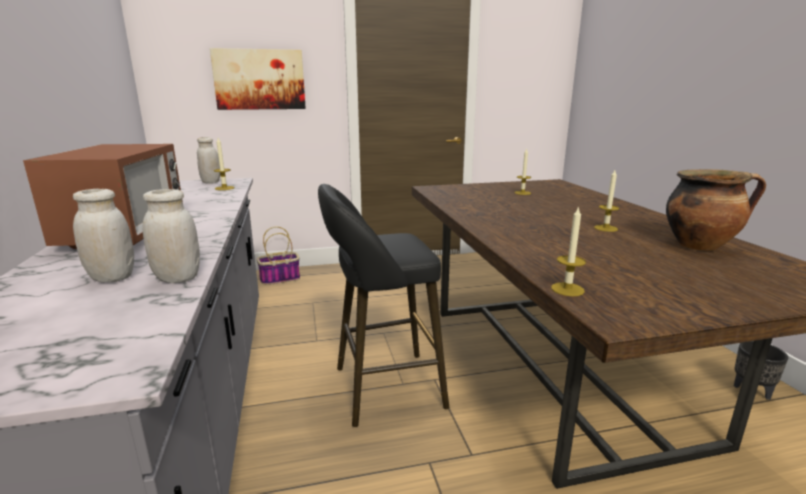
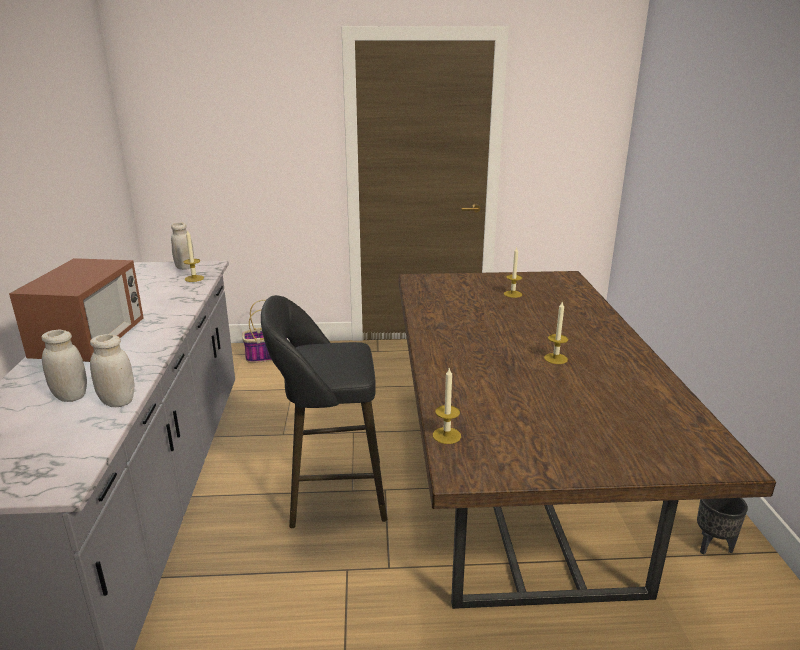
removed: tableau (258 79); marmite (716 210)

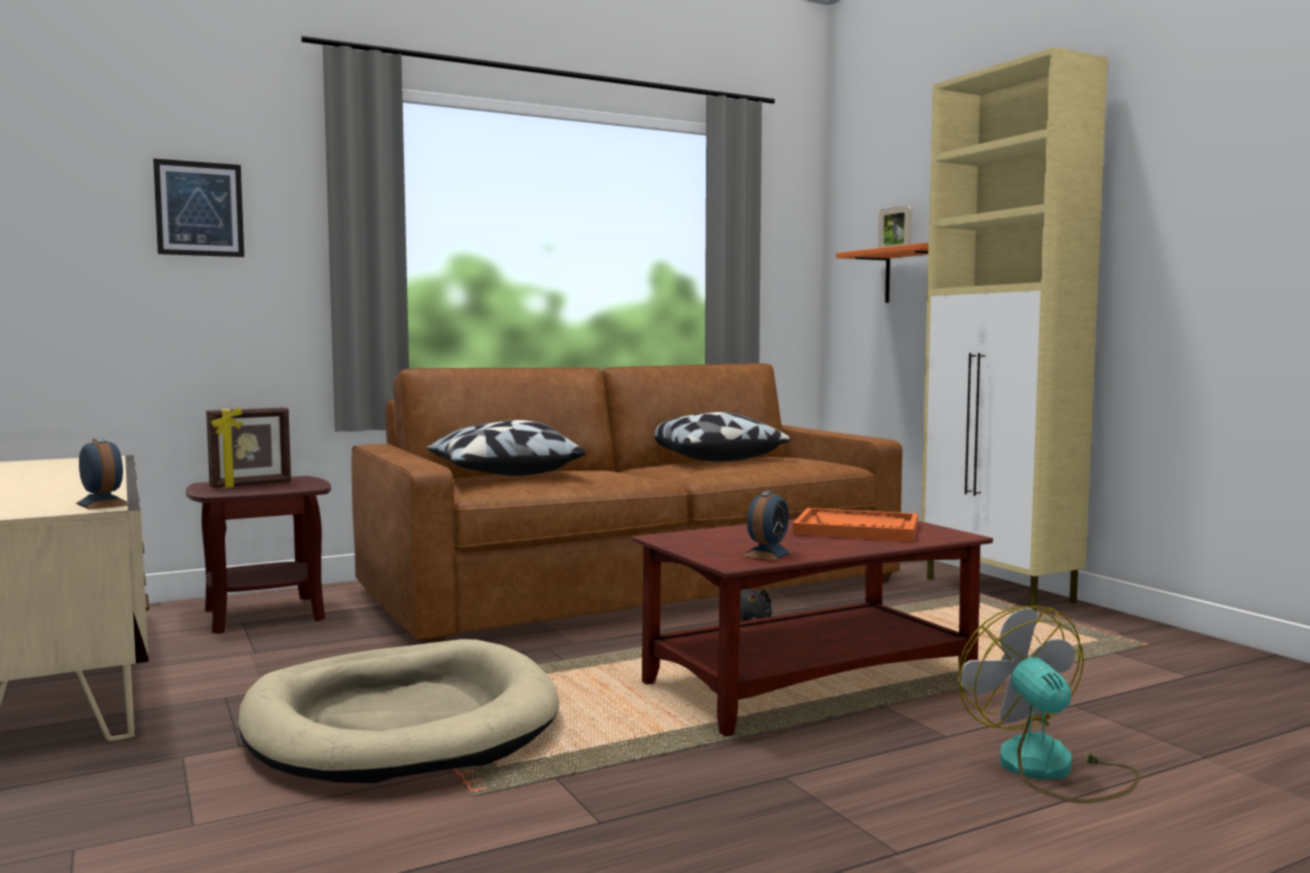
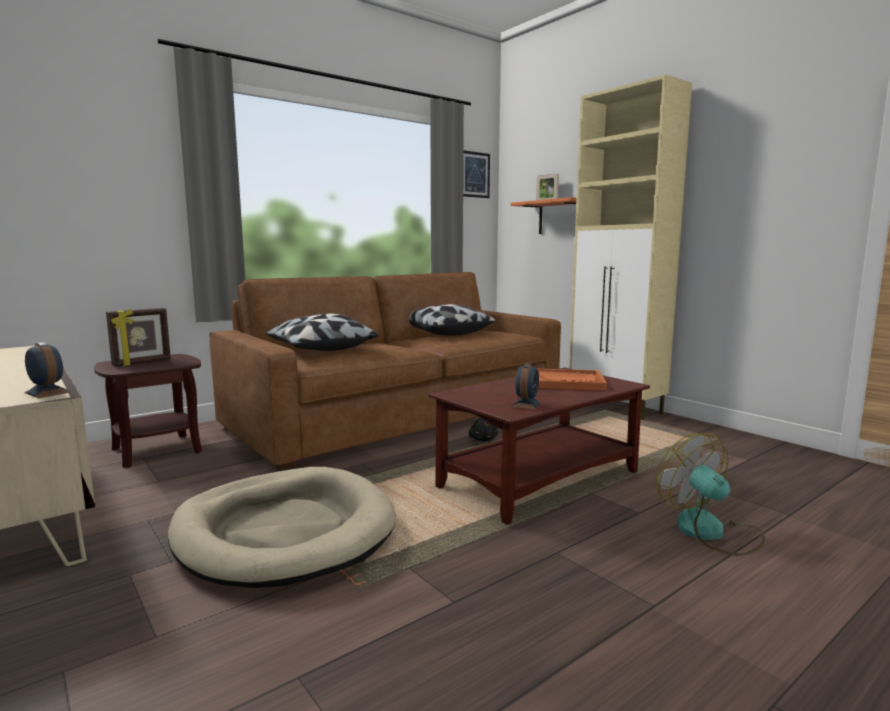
moved: tableau (198 207) to (476 174)

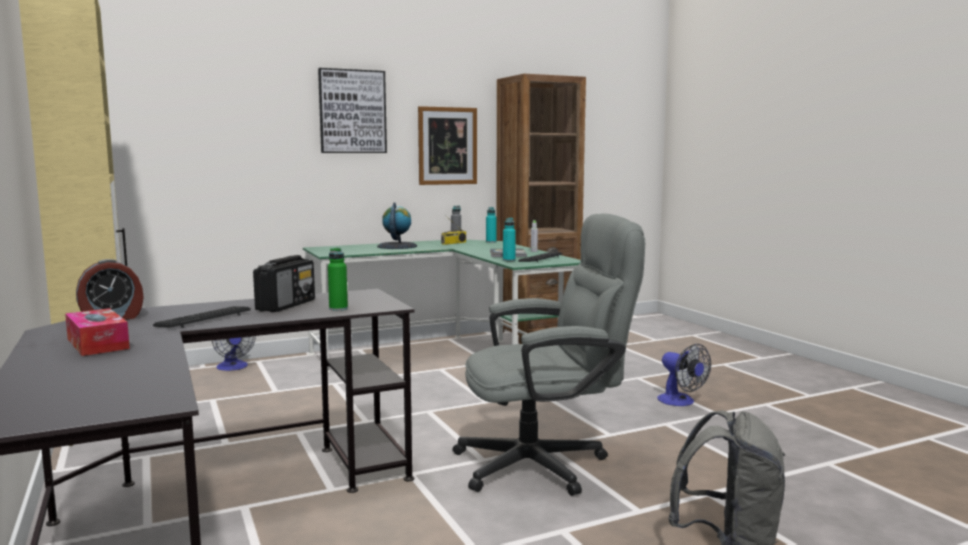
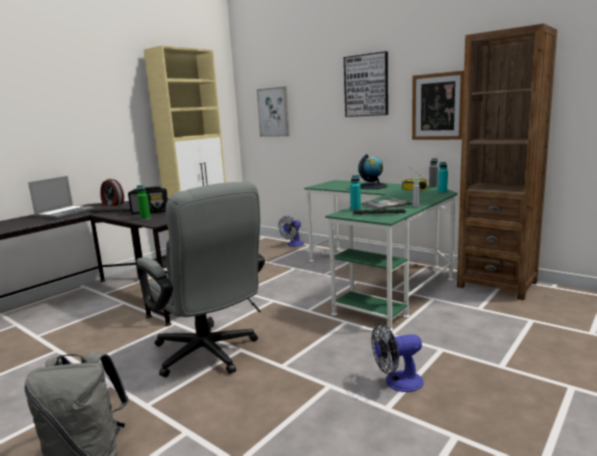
added: tableau (273 111)
replaced: boîte à mouchoirs (97 332) to ordinateur portable (61 197)
turned: ventilateur (684 375) = (398 357) 45 degrees clockwise

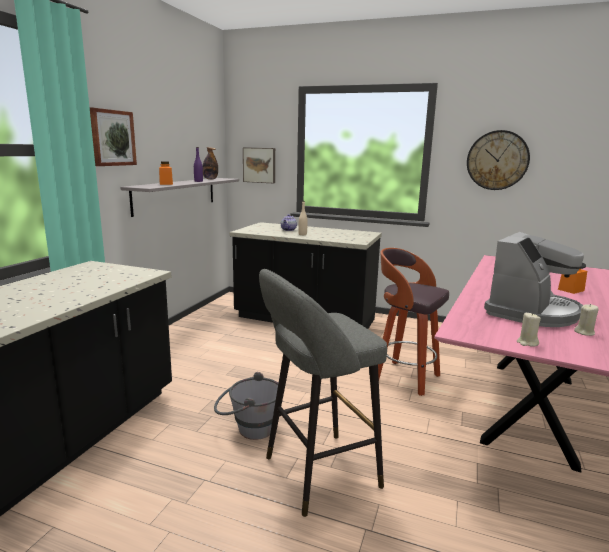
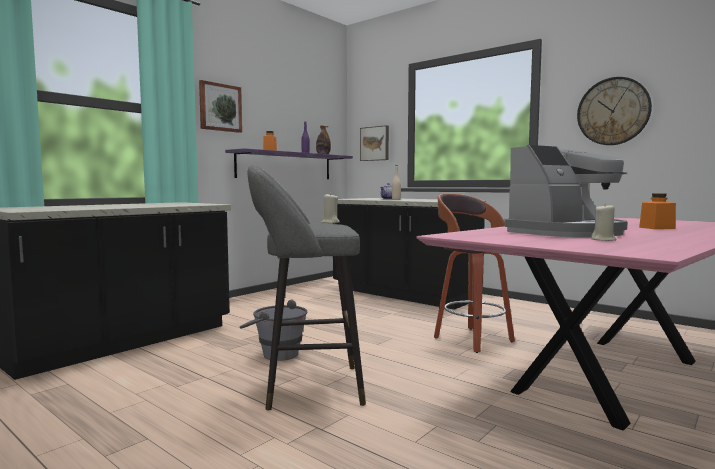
moved: bougie [beige] (529 329) to (330 208)
recoloured: étagère [gris] (179 197) to étagère [violet] (289 163)

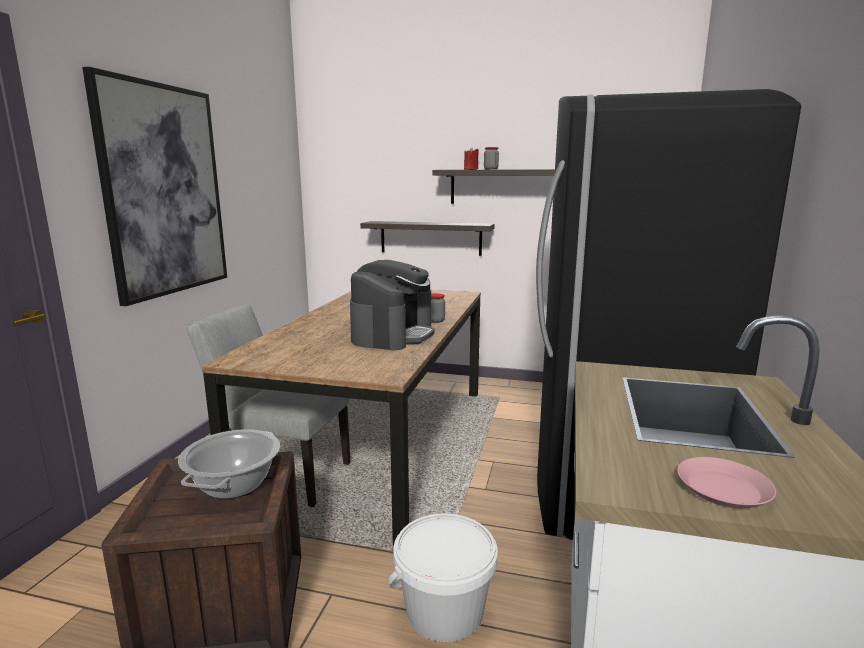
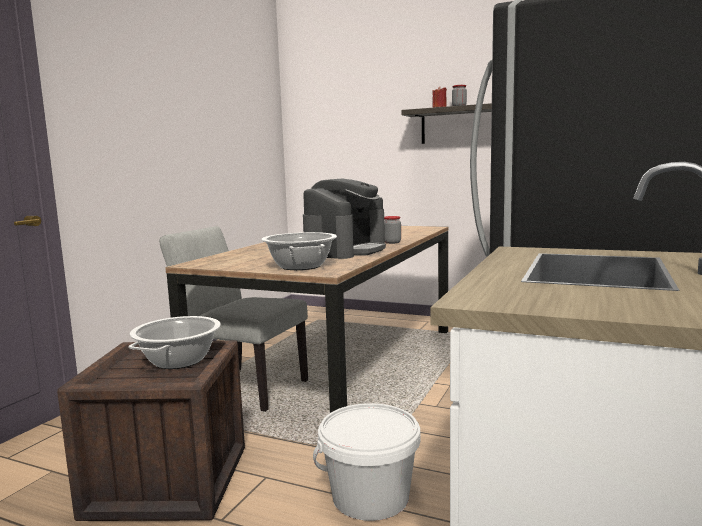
removed: tableau (154 186); étagère (427 238); assiette [rose] (726 482)
added: marmite (299 251)

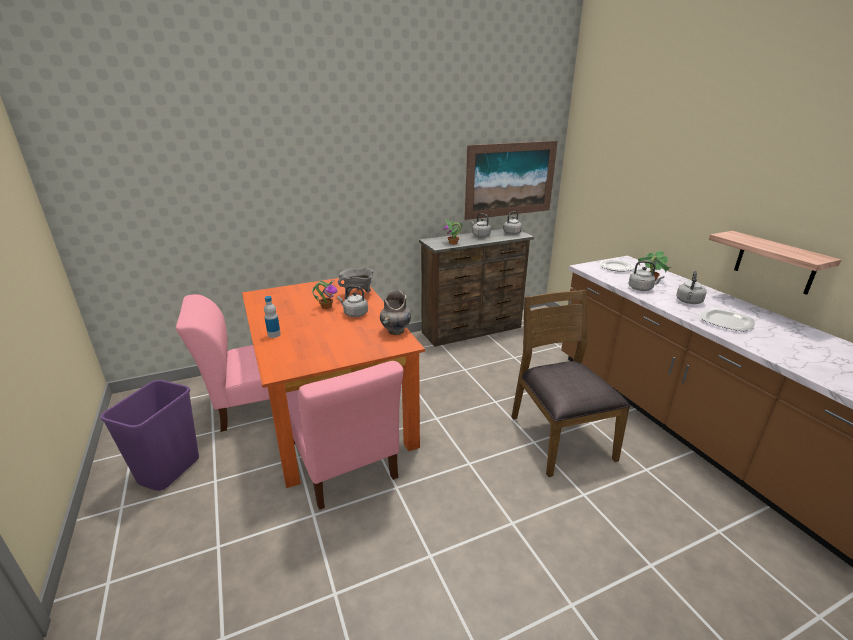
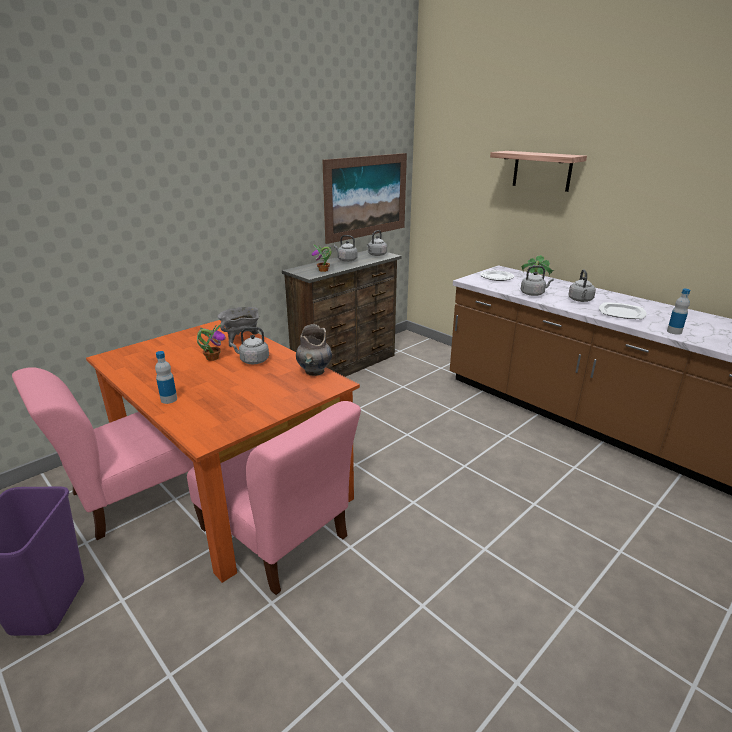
removed: chaise [marron] (570 383)
added: bouteille (678 312)
moved: étagère (775 263) to (538 171)

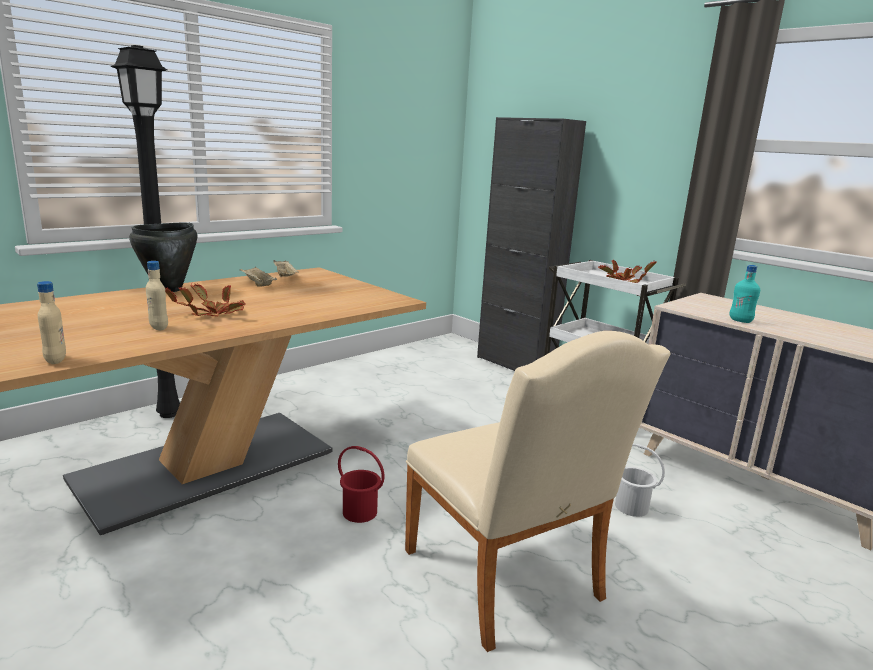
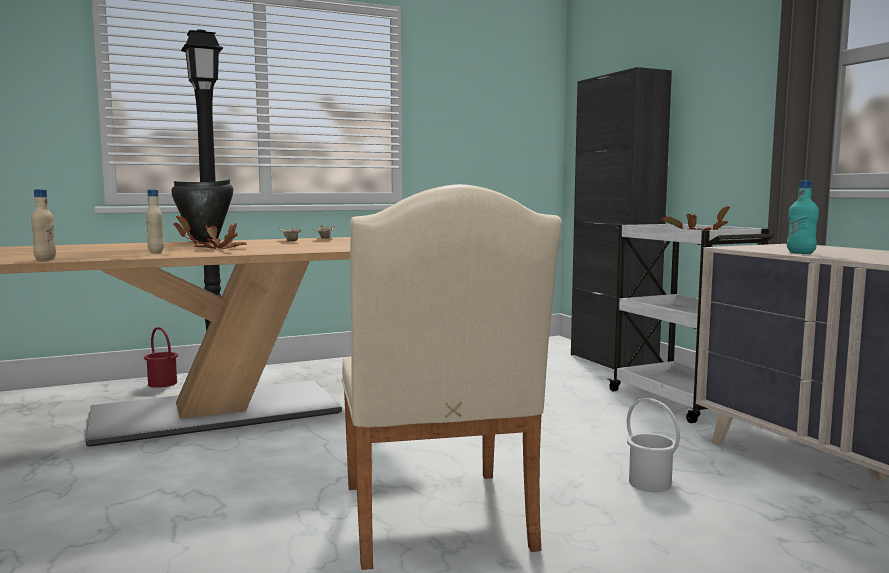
moved: seau [rouge] (361 484) to (161 357)

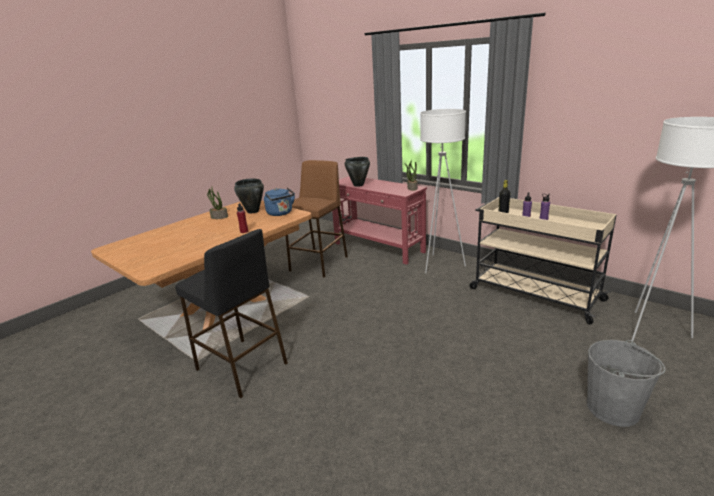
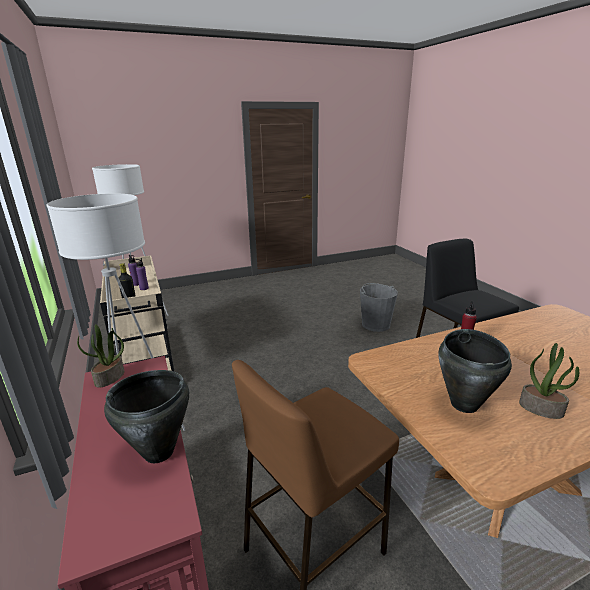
removed: bouilloire [bleu] (279 201)
moved: seau [gris] (626 383) to (379 307)

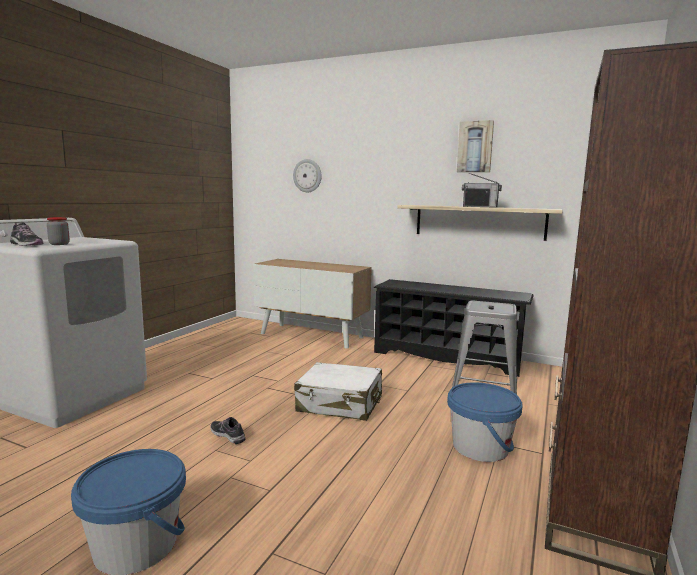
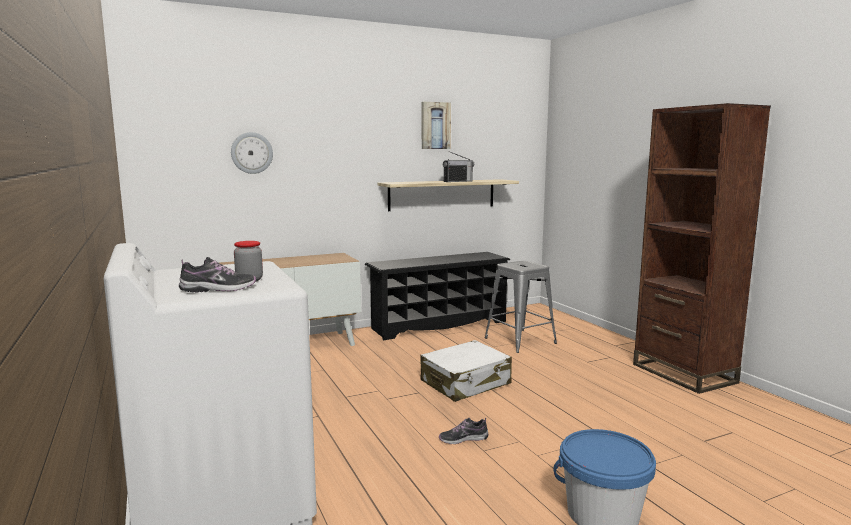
removed: seau [bleu] (485 422)

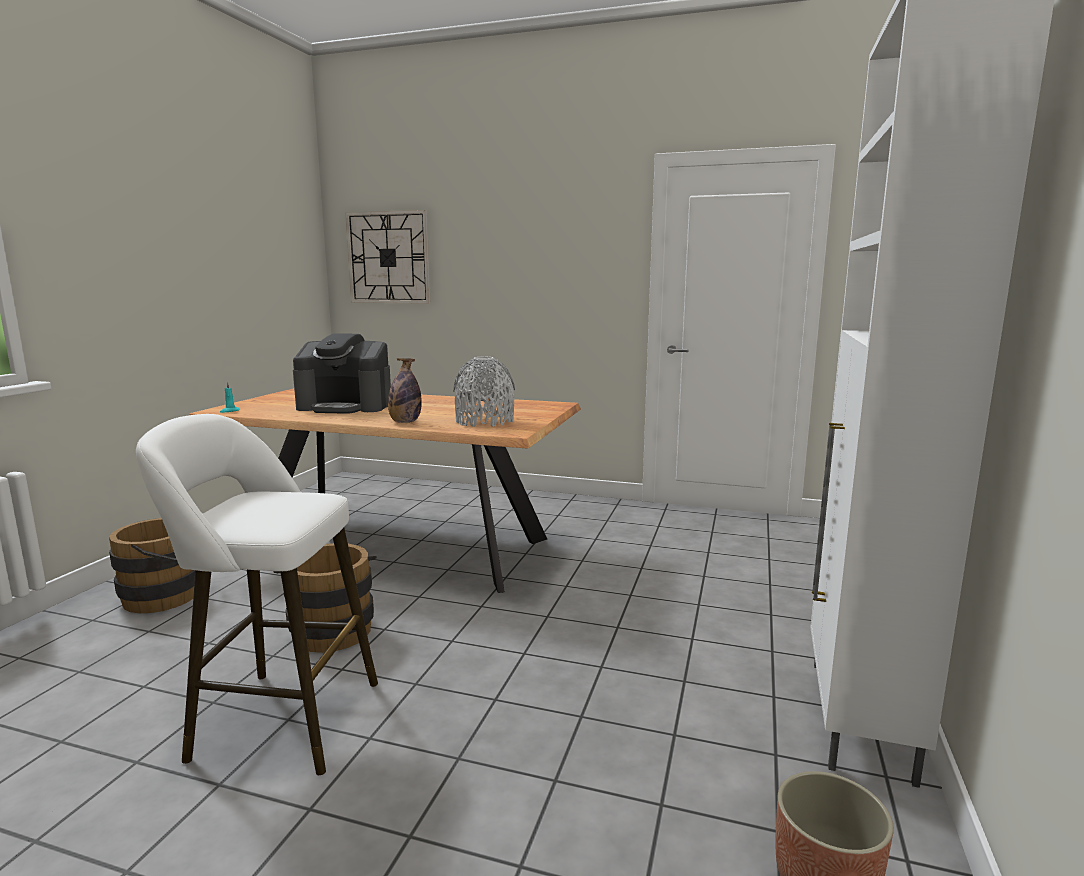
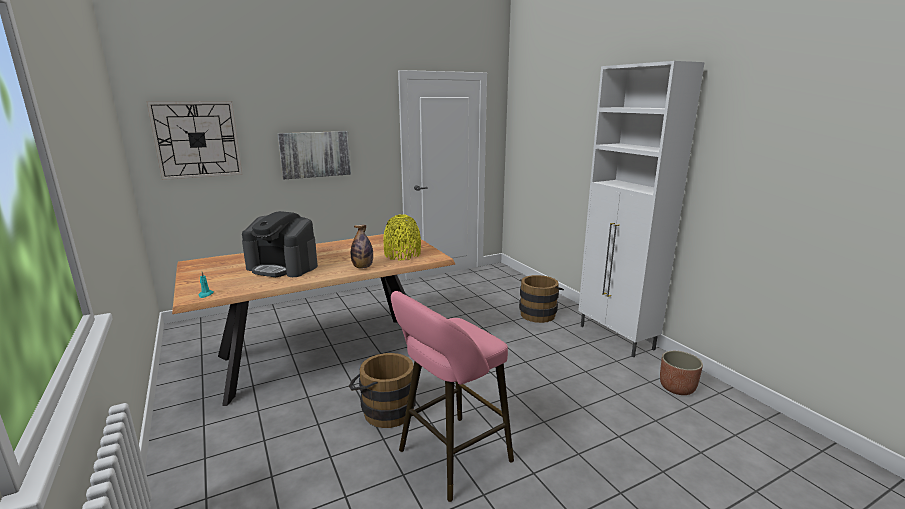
added: tableau (314 155)
moved: seau [marron] (152 565) to (541 299)
recoloured: vase [gris] (484 392) to vase [jaune] (402 237); tabouret [blanc] (257 594) to tabouret [rose] (452 396)
turned: machine à café (342 373) = (280 244) 60 degrees clockwise

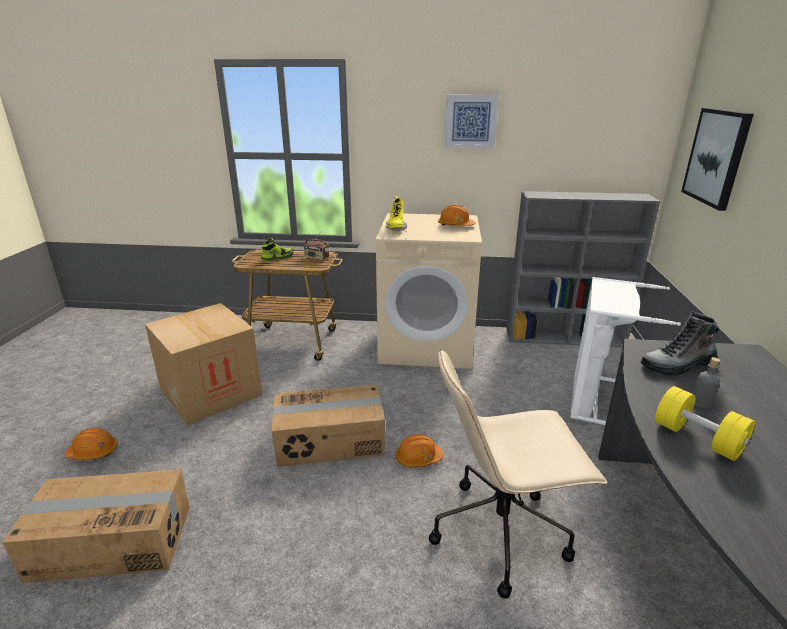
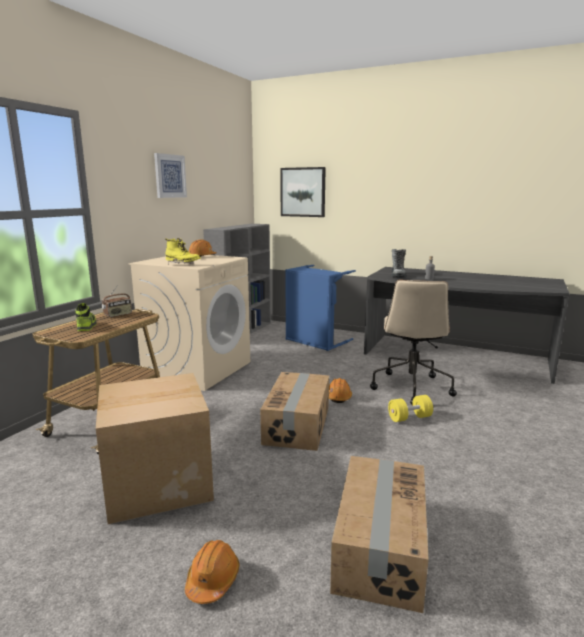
moved: haltère [jaune] (705 423) to (410 408)
recoloured: panier à linge [blanc] (625 351) to panier à linge [bleu] (320 308)

